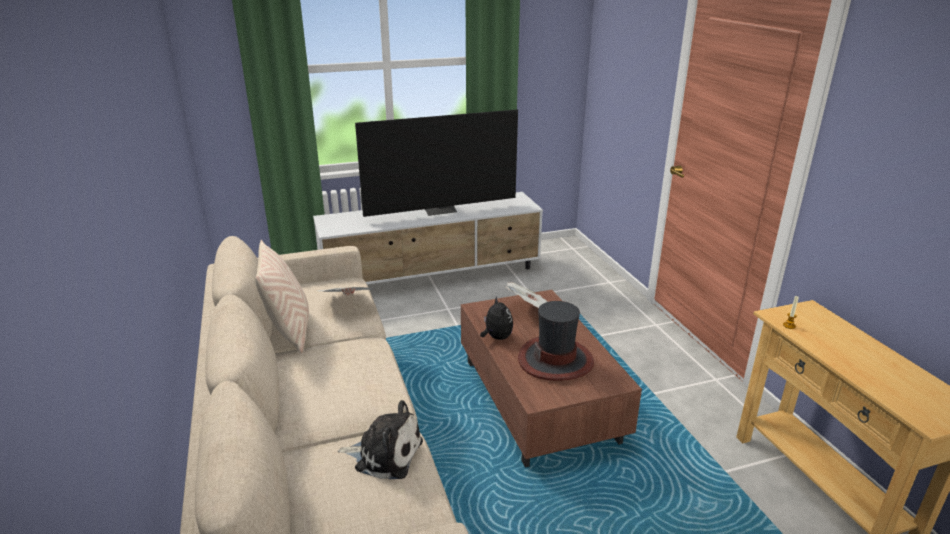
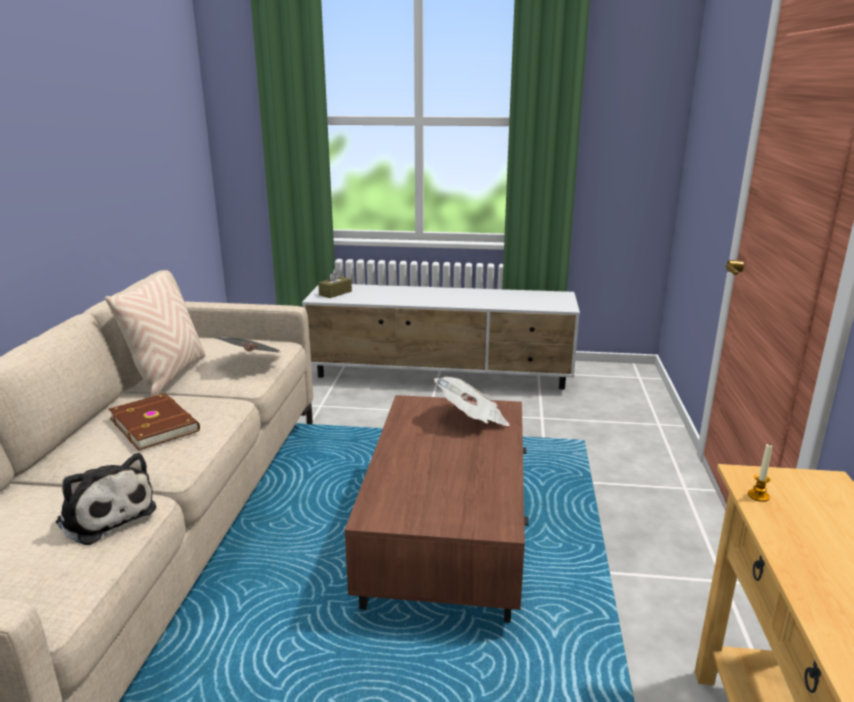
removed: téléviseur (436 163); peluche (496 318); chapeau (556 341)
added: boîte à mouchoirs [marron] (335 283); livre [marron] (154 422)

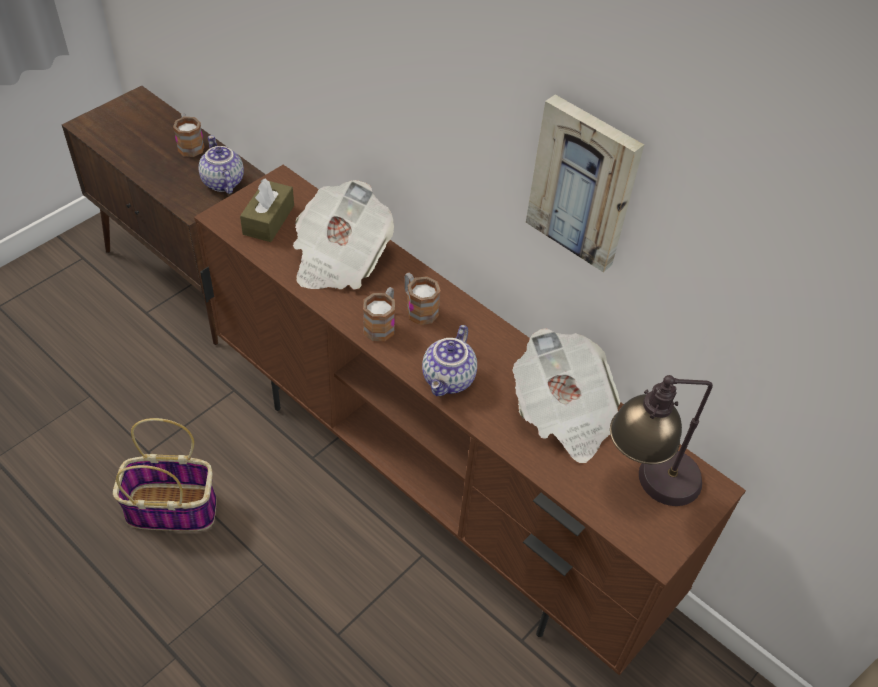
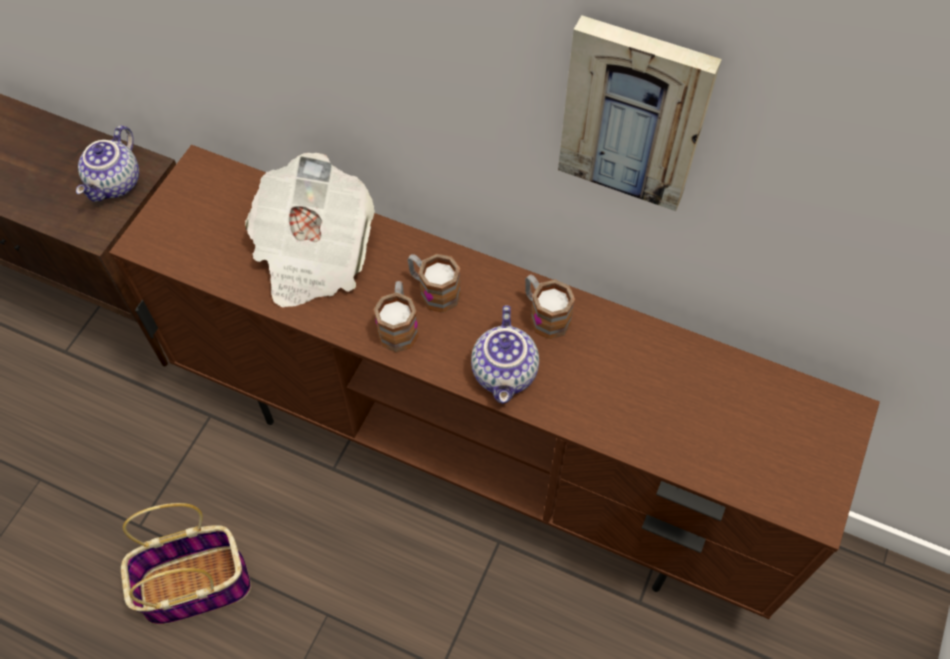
removed: boîte à mouchoirs [marron] (267 210); journal (566 395); lampe de table (661 440)
moved: mug (189 135) to (550 306)
turned: théière (221 164) = (107 163) 120 degrees counterclockwise

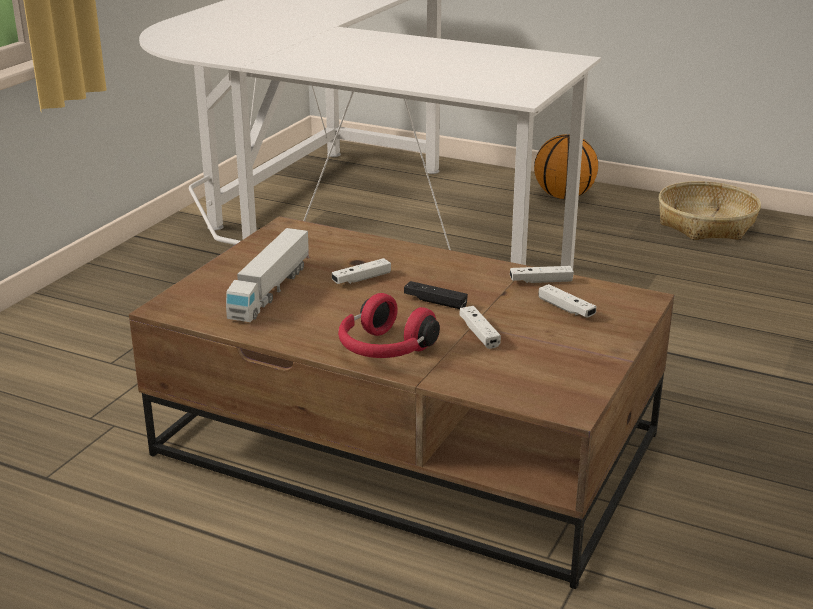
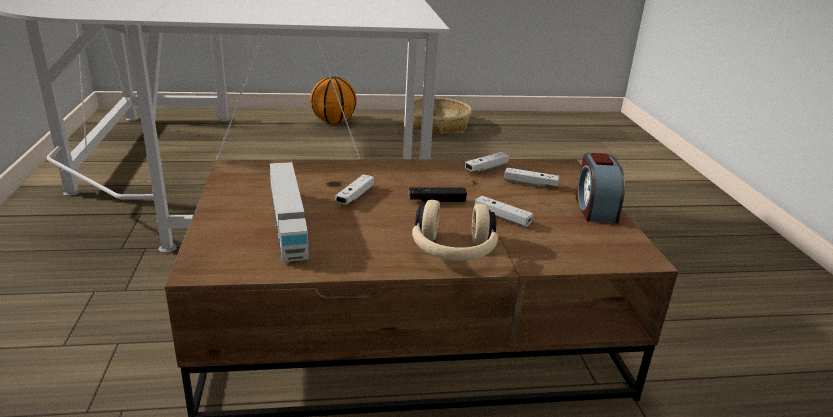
added: réveil (600 188)
recoloured: casque audio [rouge] (389 325) to casque audio [beige] (455 230)

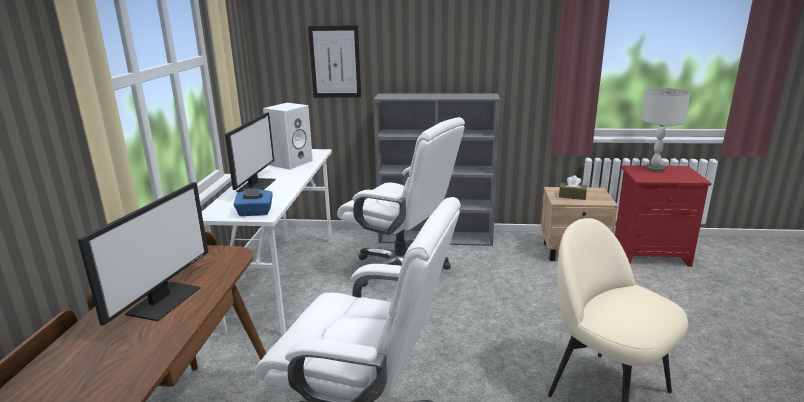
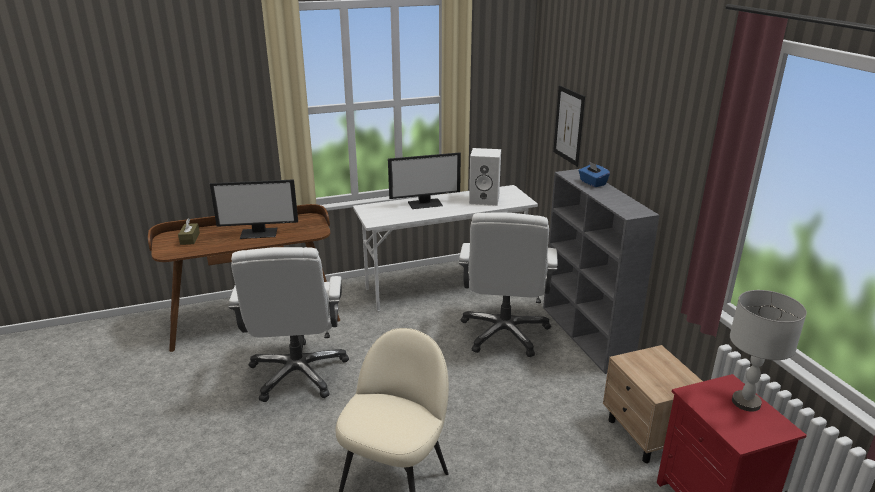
moved: boîte à mouchoirs [marron] (573 187) to (189 232); boîte à mouchoirs [bleu] (253 202) to (594 174)

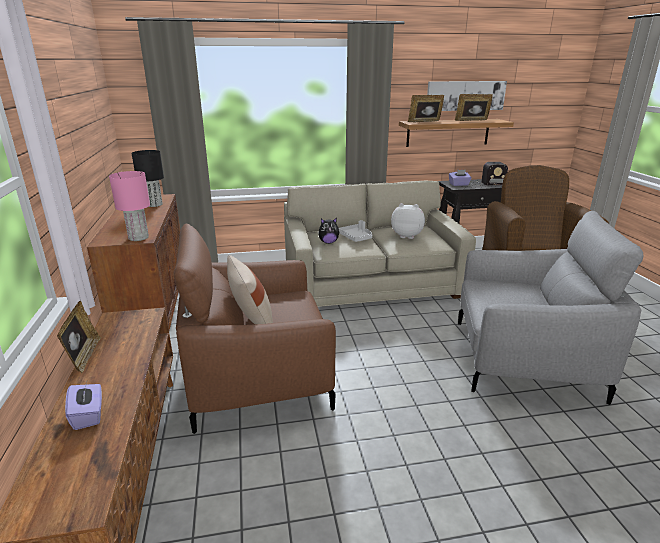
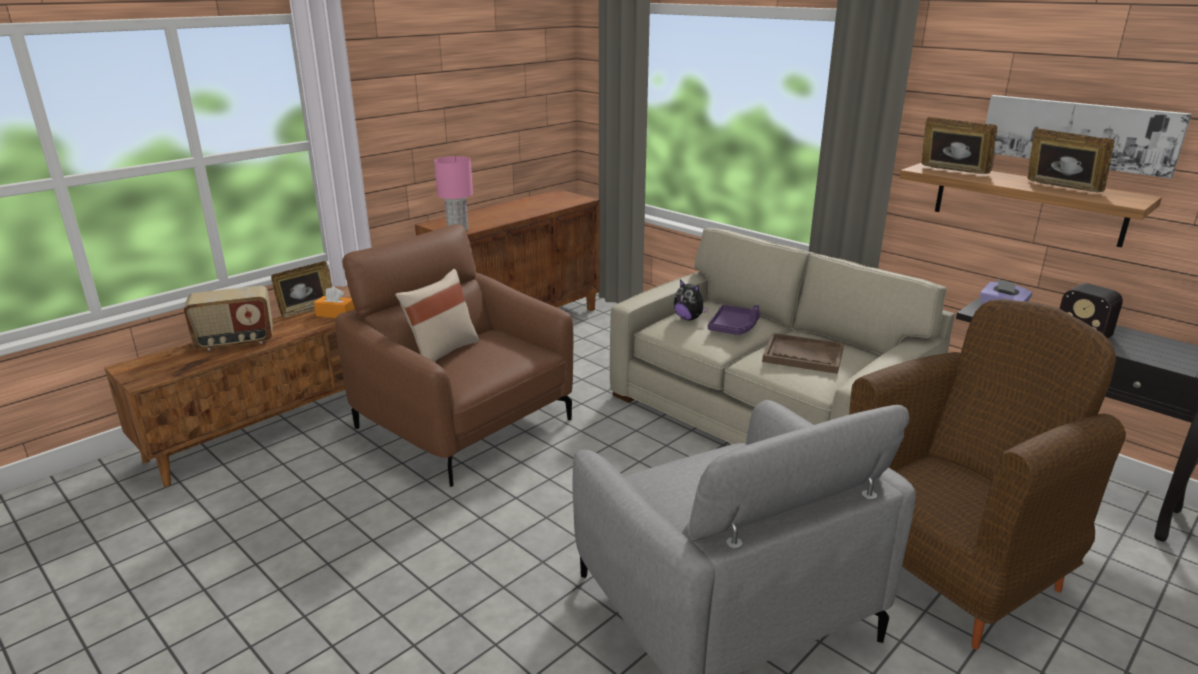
removed: lampe de table [noir] (148 178)
added: boîte à mouchoirs [orange] (334 302)
replaced: peluche (408 221) to plateau [marron] (803 353); boîte à mouchoirs [violet] (83 406) to radio (228 318)
recoloured: plateau [gris] (355 231) to plateau [violet] (734 320)

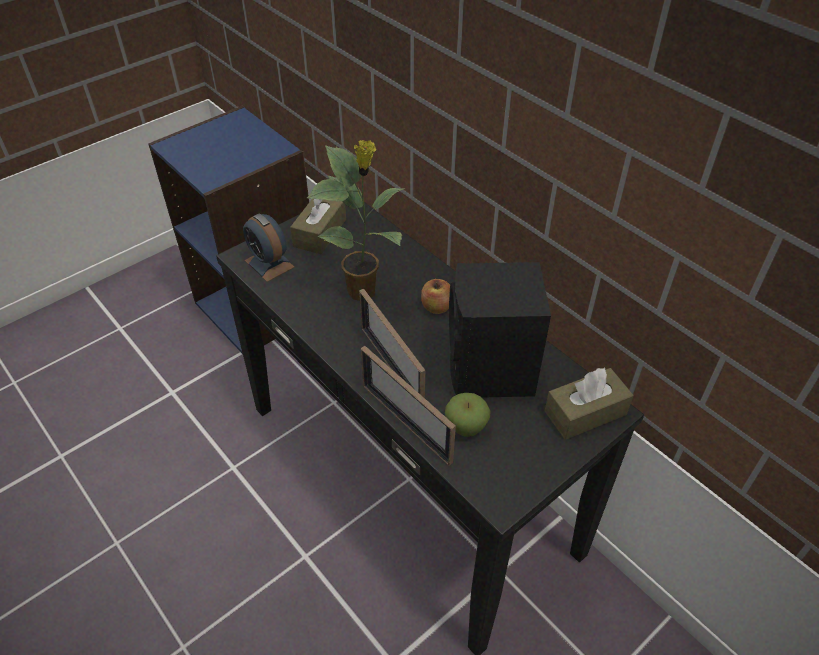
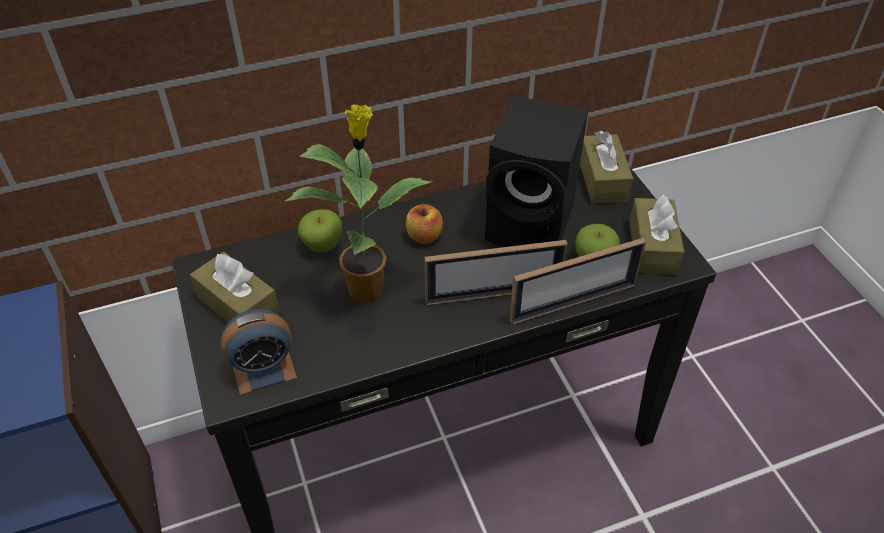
added: boîte à mouchoirs [marron] (656 234); pomme (320 230)

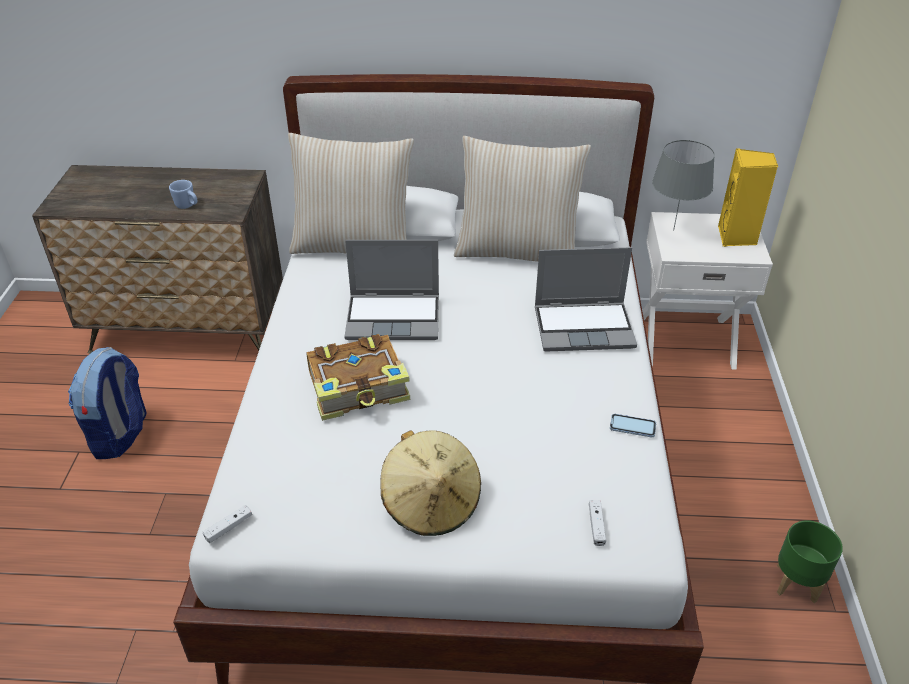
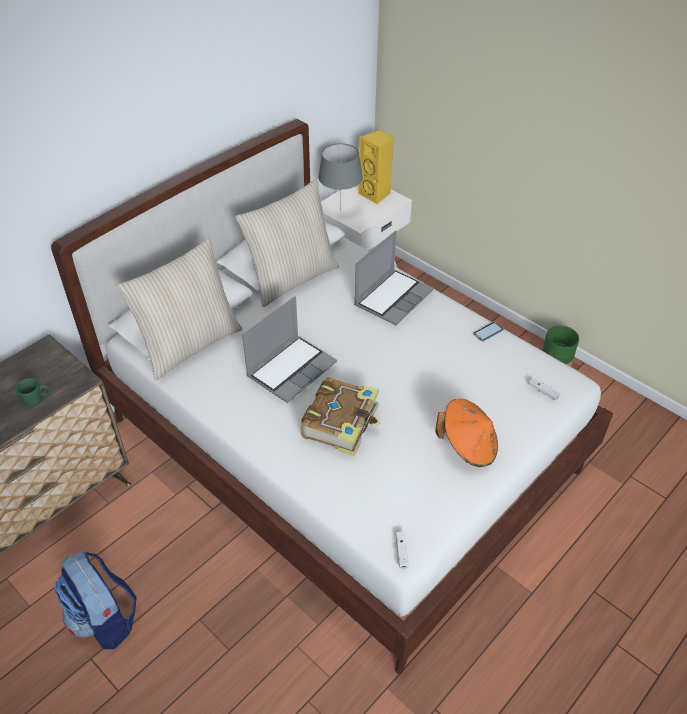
recoloured: mug [bleu] (183 194) to mug [vert] (32 392); chapeau [beige] (430 483) to chapeau [orange] (466 433)

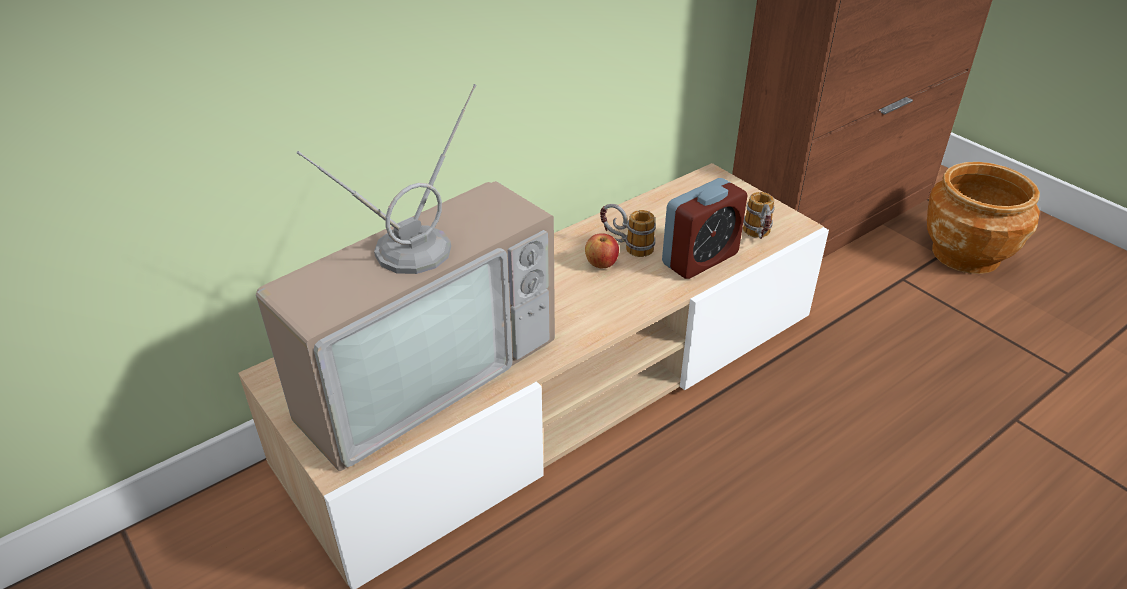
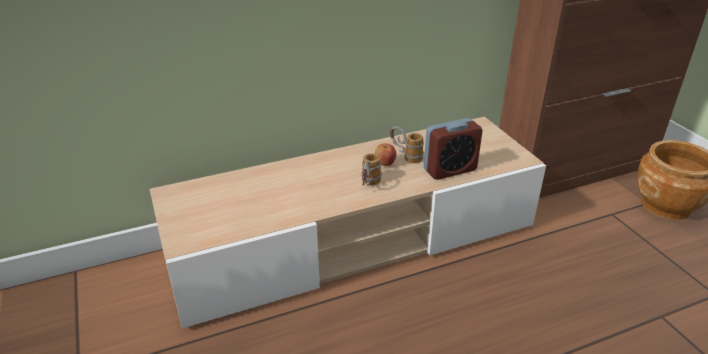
removed: téléviseur (405 277)
moved: mug (759 215) to (371 169)

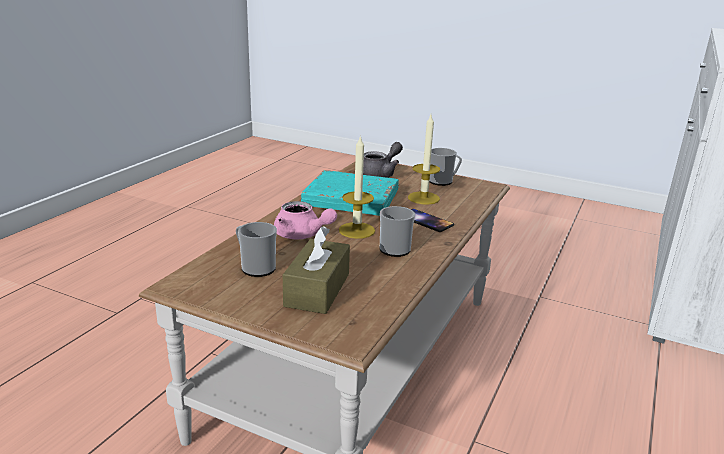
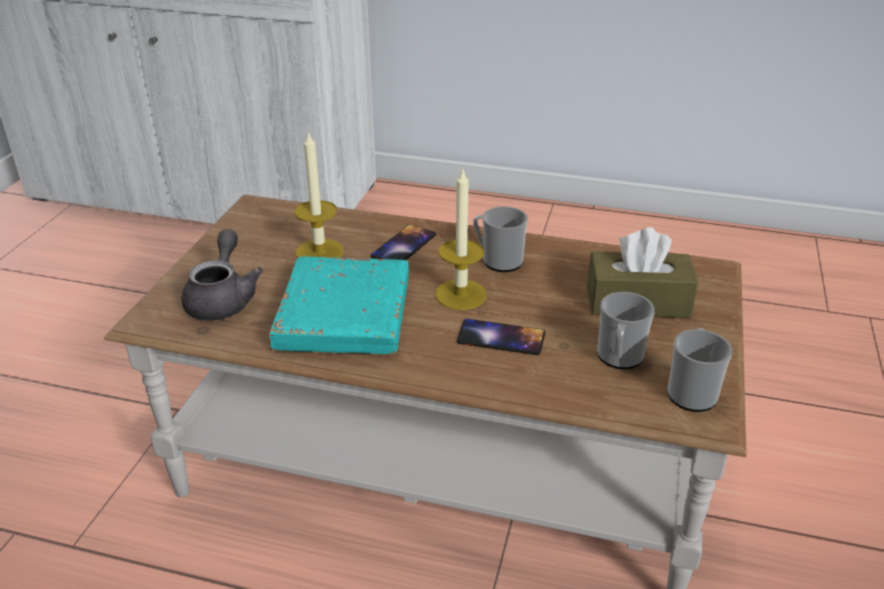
moved: mug (445 167) to (699 370)
replaced: théière [rose] (305 220) to téléphone (501 337)
turned: théière [gris] (383 160) = (222 274) 60 degrees clockwise

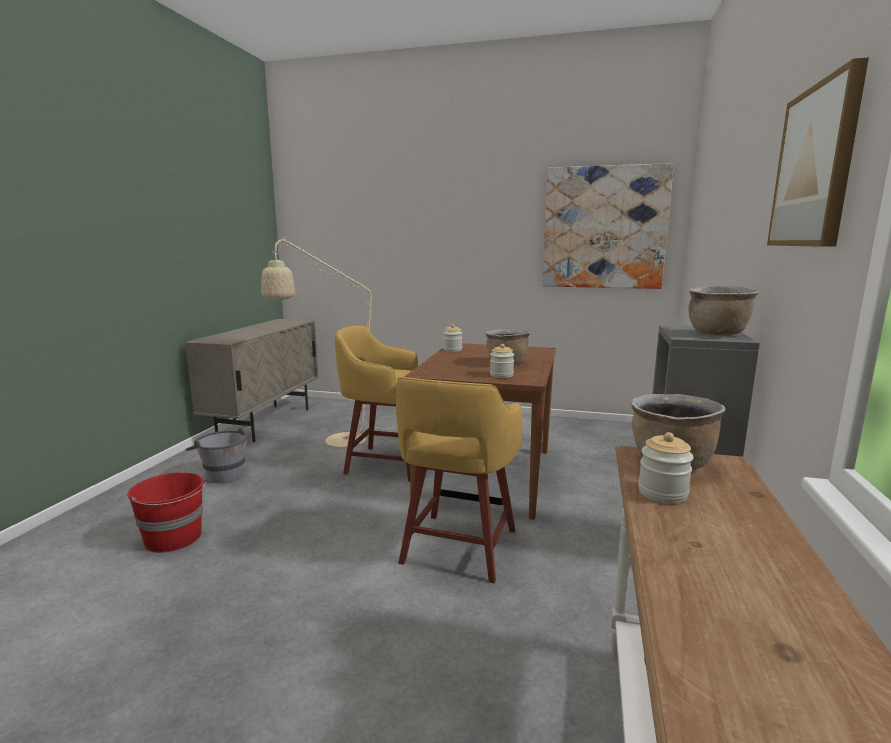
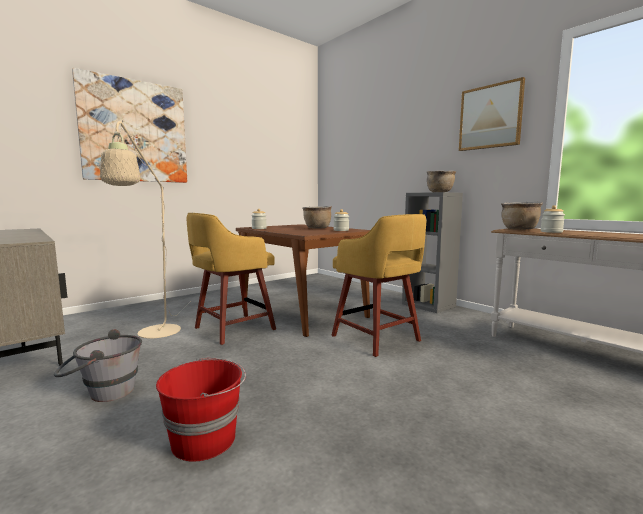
moved: tableau (608 226) to (129 125)

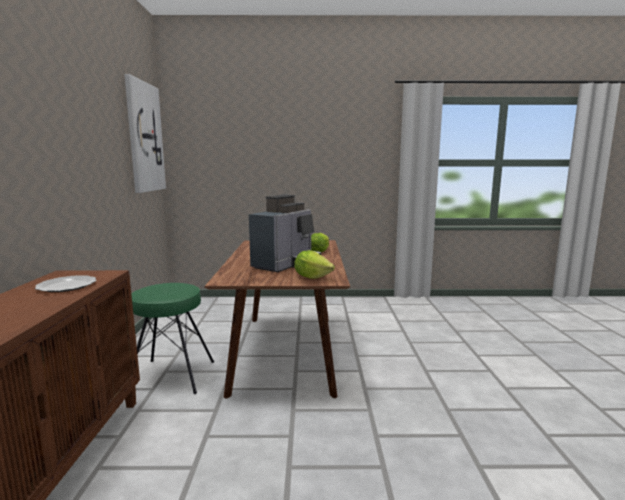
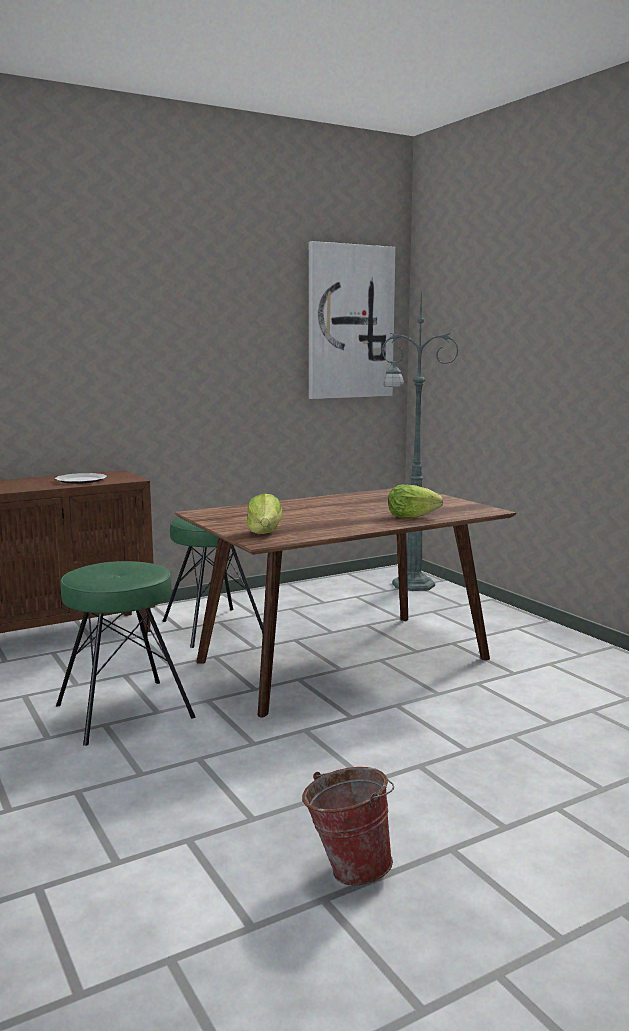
removed: machine à café (285 233)
added: lampadaire [vert] (420 439); tabouret [vert] (125 653); seau (348 826)

